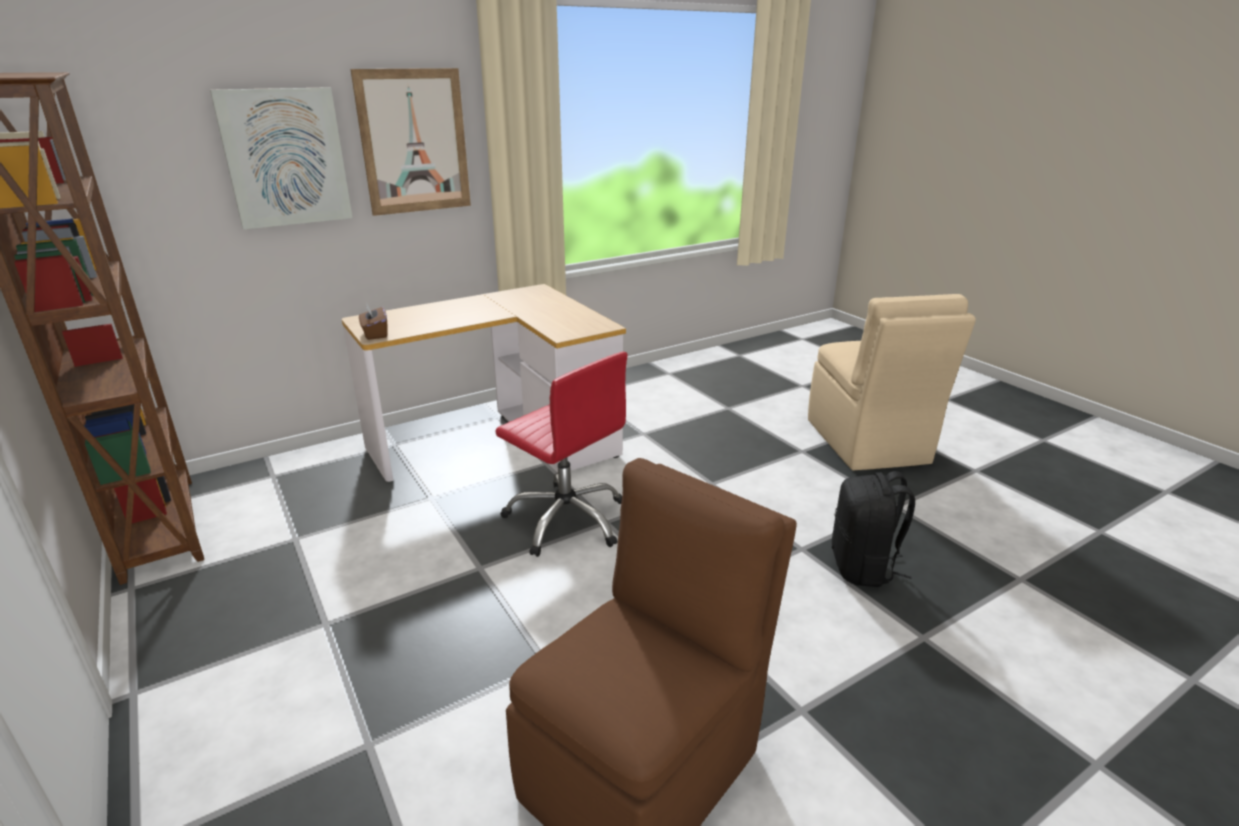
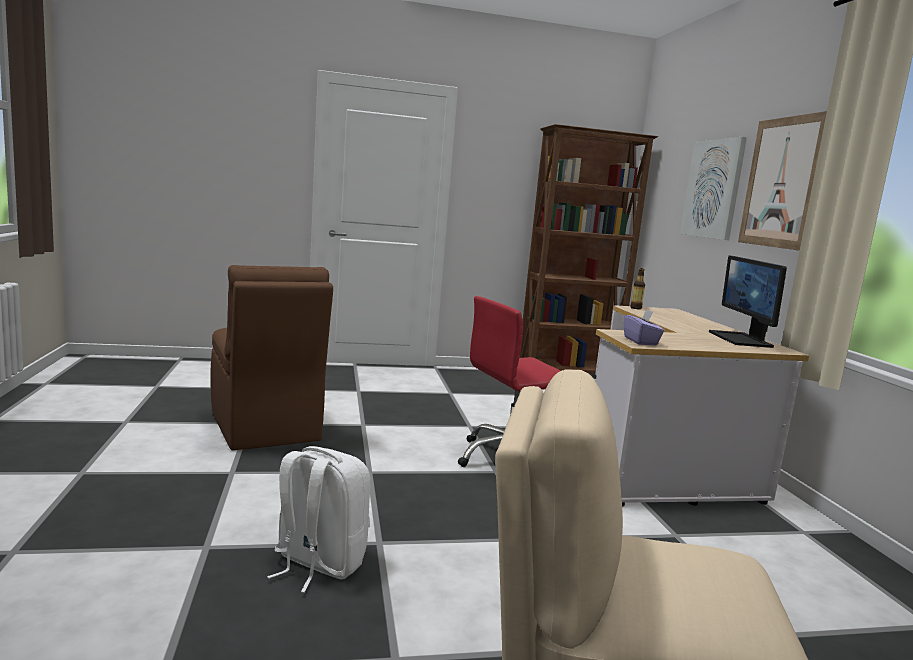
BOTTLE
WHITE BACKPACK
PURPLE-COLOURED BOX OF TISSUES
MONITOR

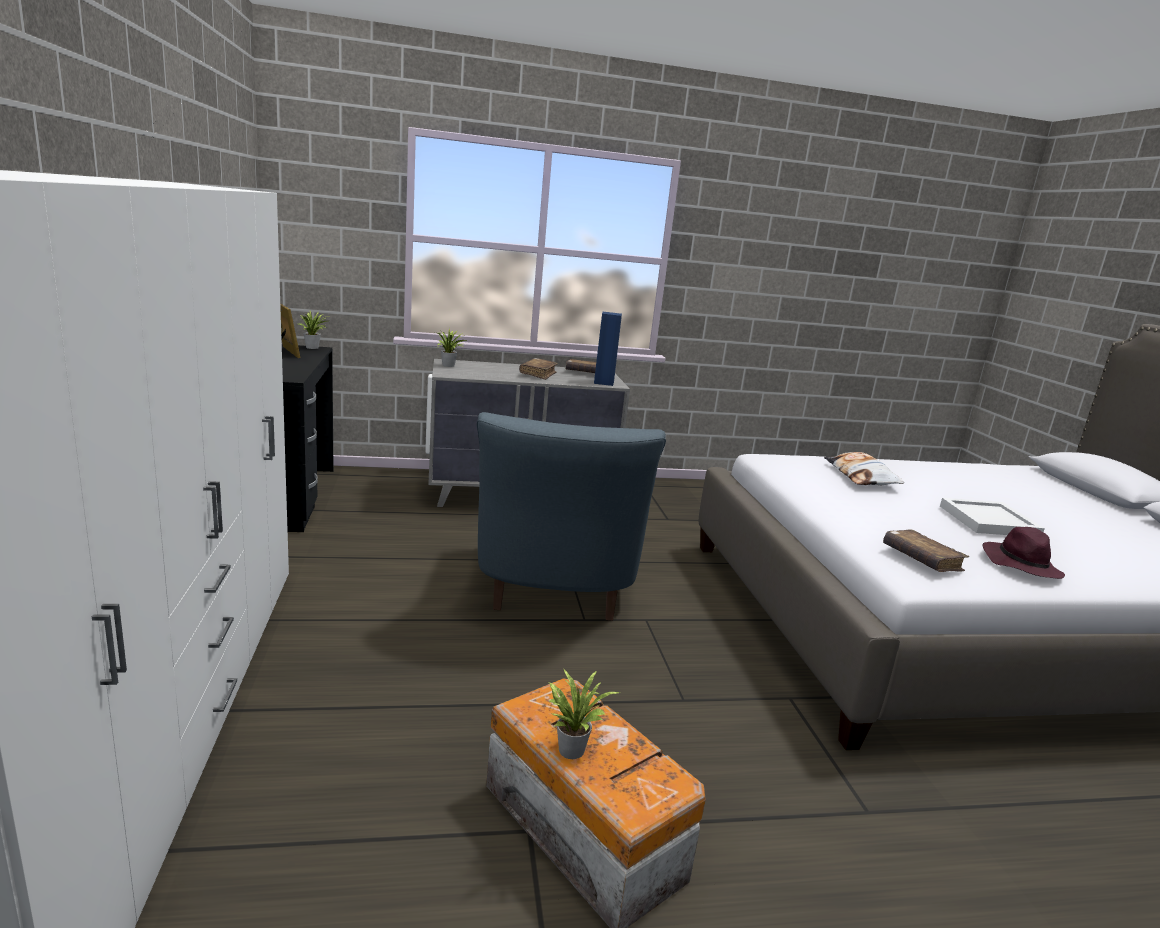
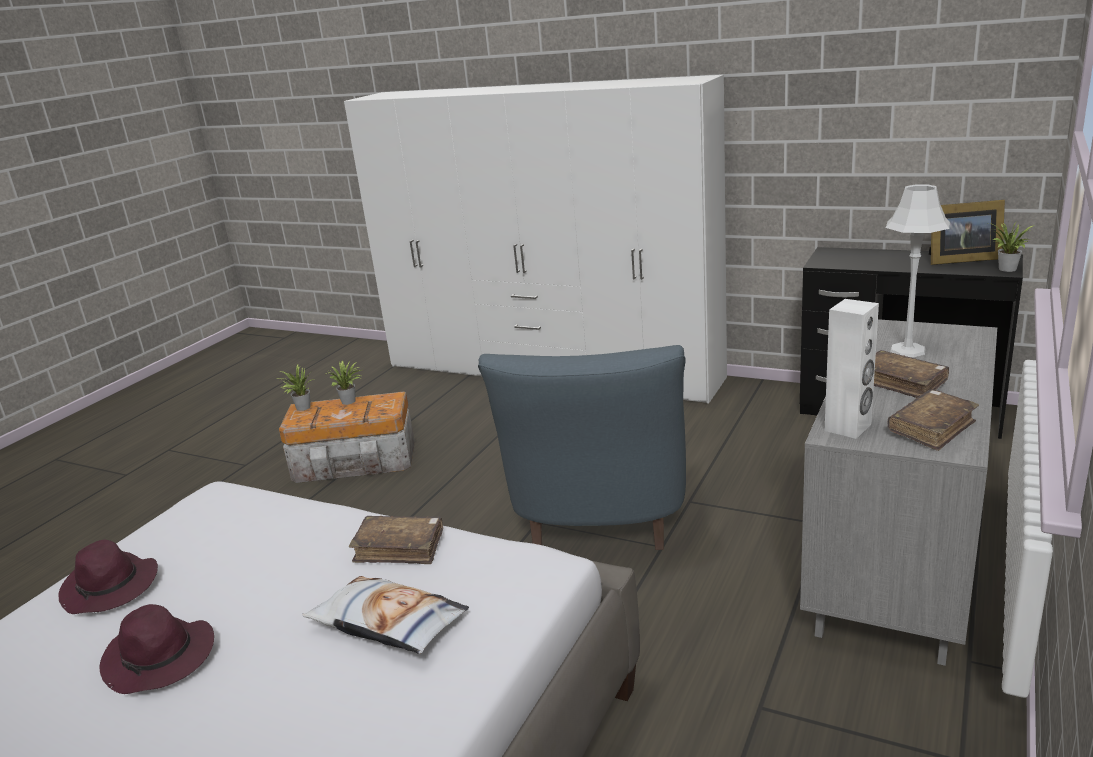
PLANT IN A POT (1st from left)
BLUE ARMCHAIR
WHITE SPEAKER
BROWN BOOK (1st from left)
PURPLE-COLOURED CLOTHING HAT (2nd from left)
GREYISH TABLETOP LAMP

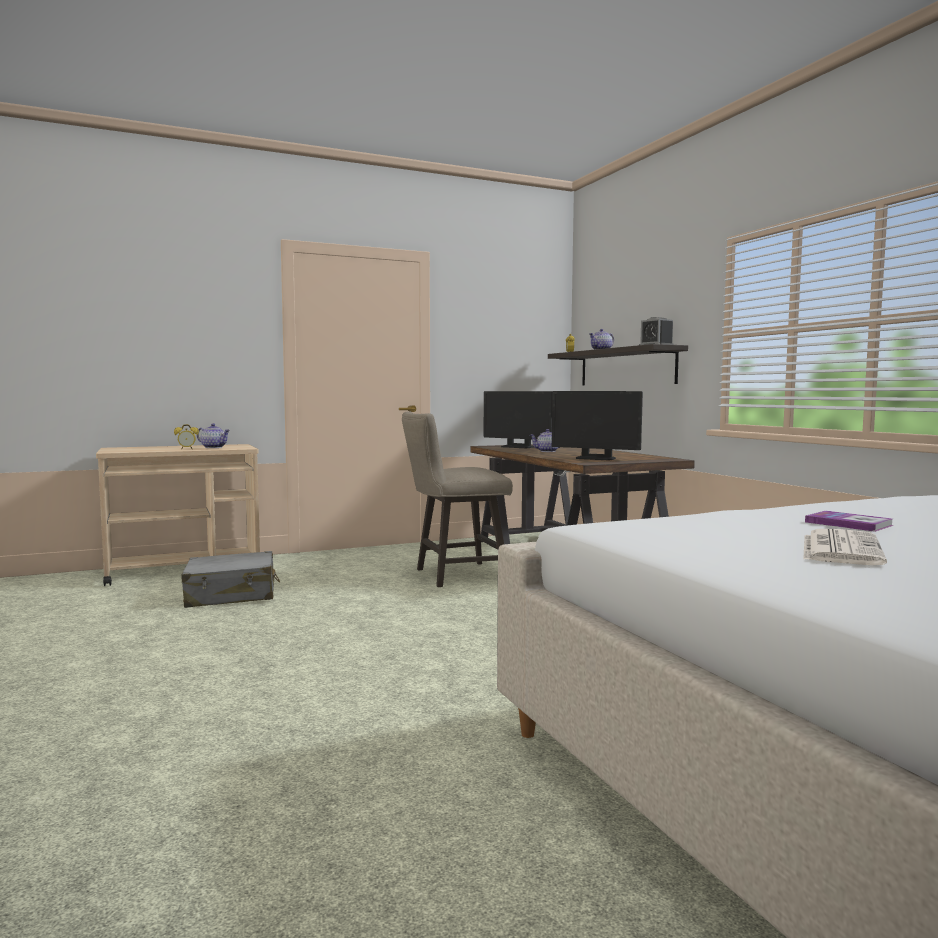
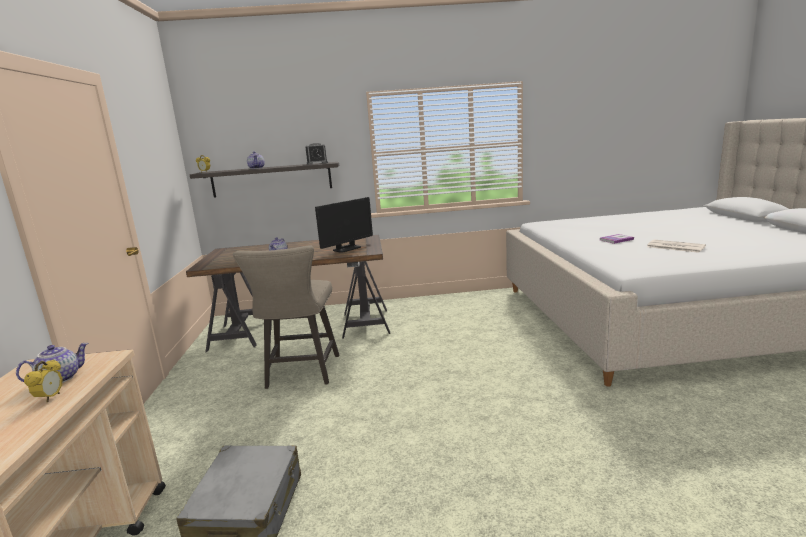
MONITOR (1st from left in the first image)

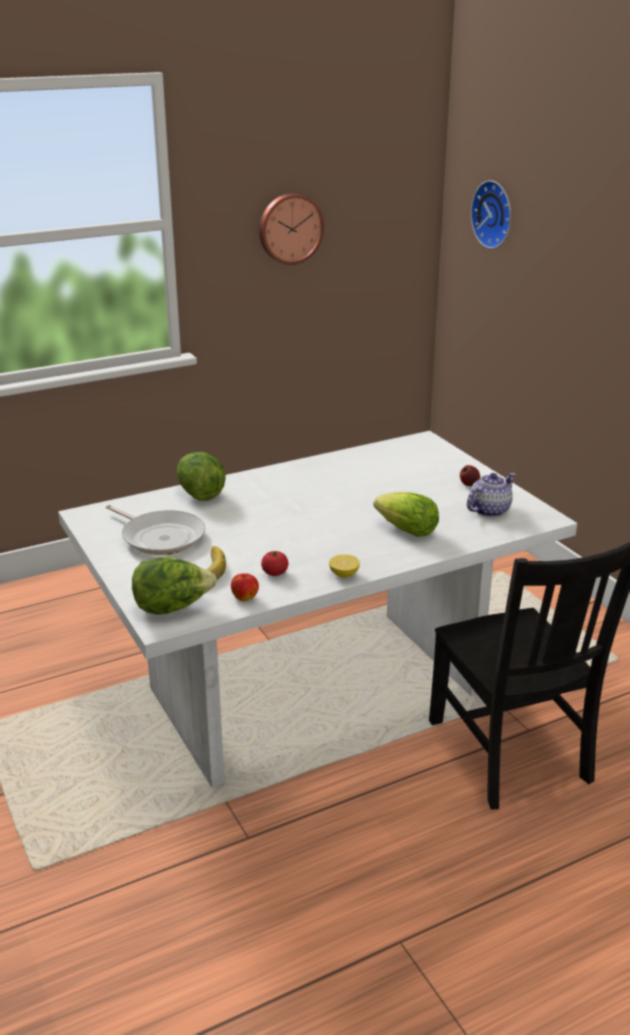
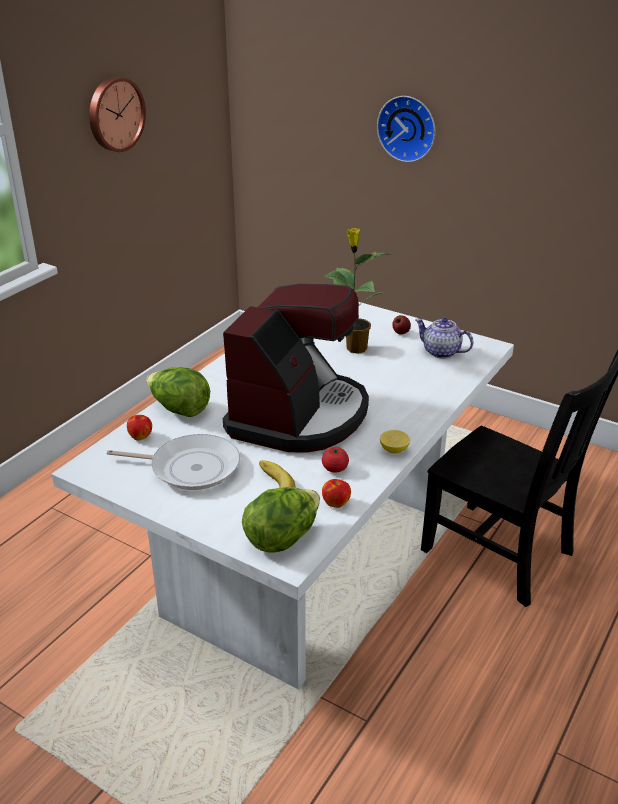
HEAD OF LETTUCE (3rd from left in the first image)
POT FOR TEA
CLOCK ON THE WALL (2nd from left)
APPLE (1st from left)
COFFEE MACHINE
PLANT IN A POT

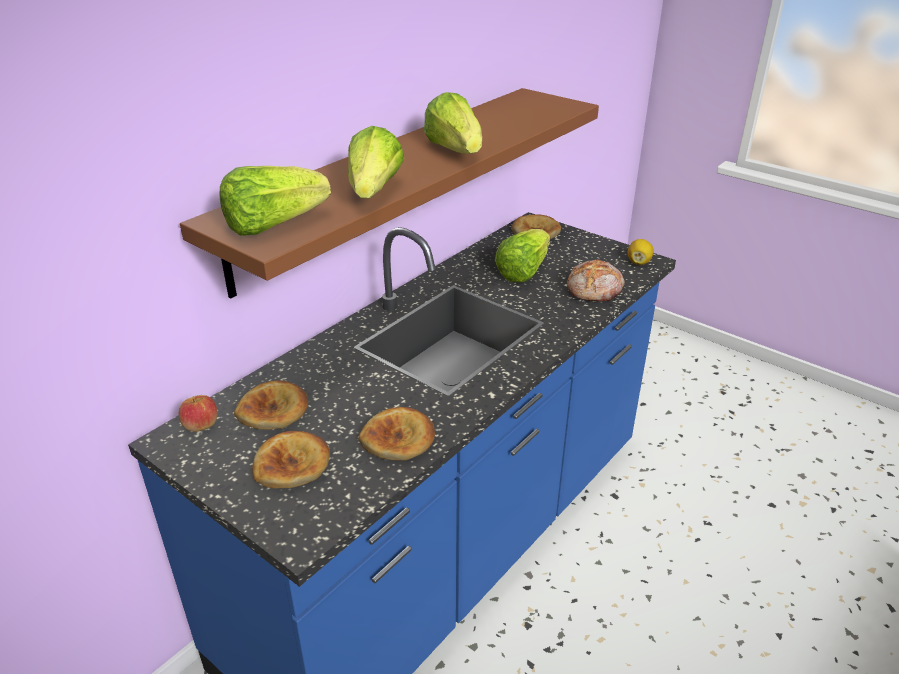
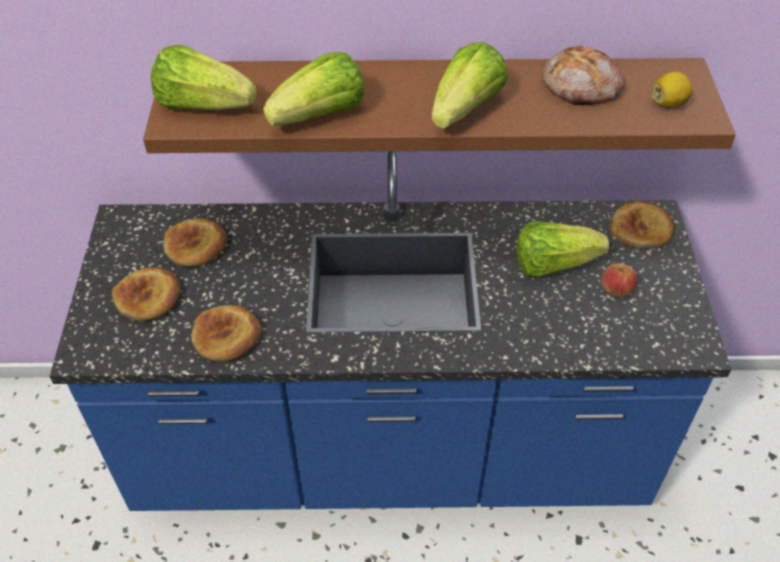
APPLE
BREAD (4th from left)
LEMON

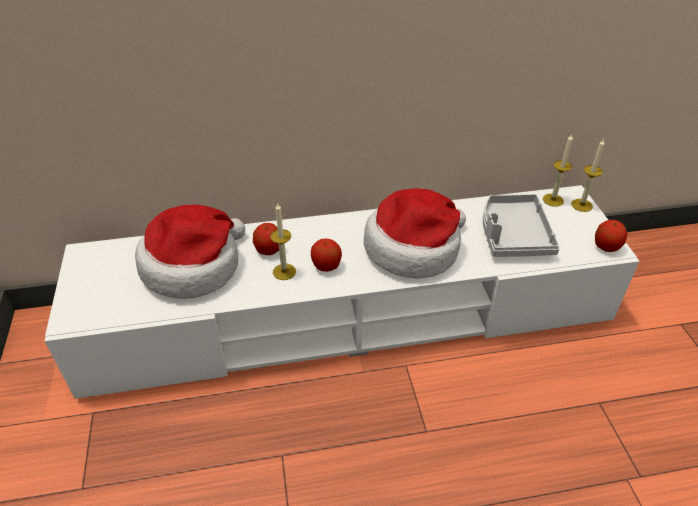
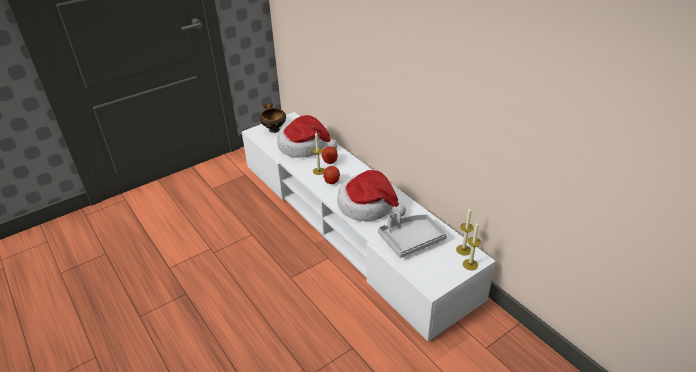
APPLE (3rd from left in the first image)
DEEP DISH

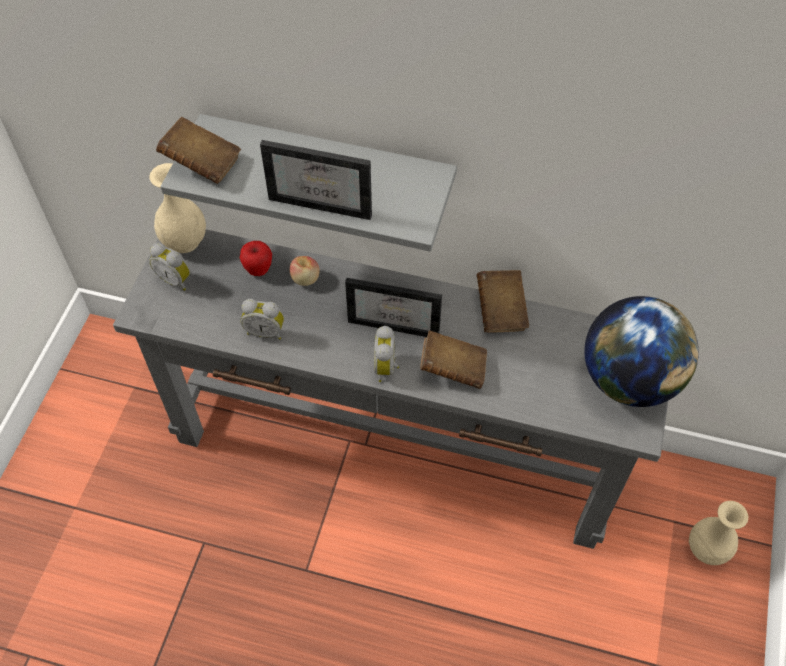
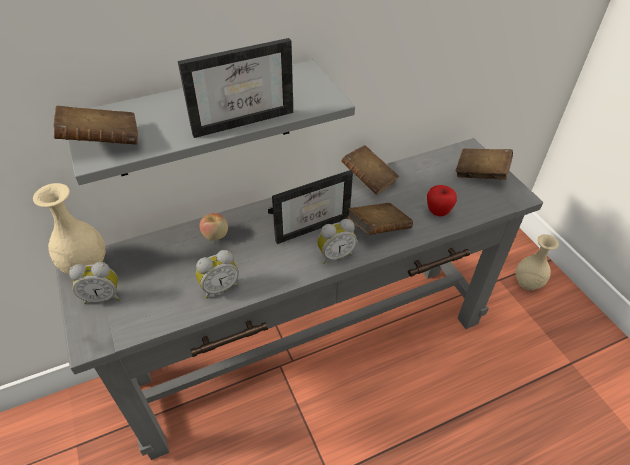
APPLE (2nd from left)
BEDSIDE CLOCK (3rd from left)
BROWN BOOK (4th from left)

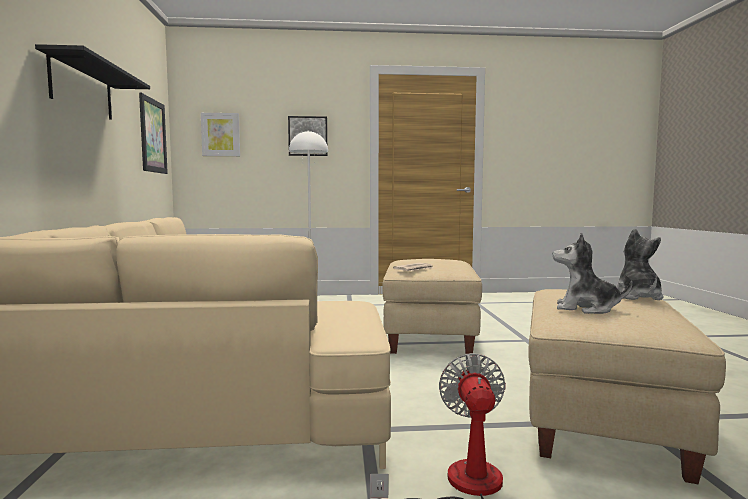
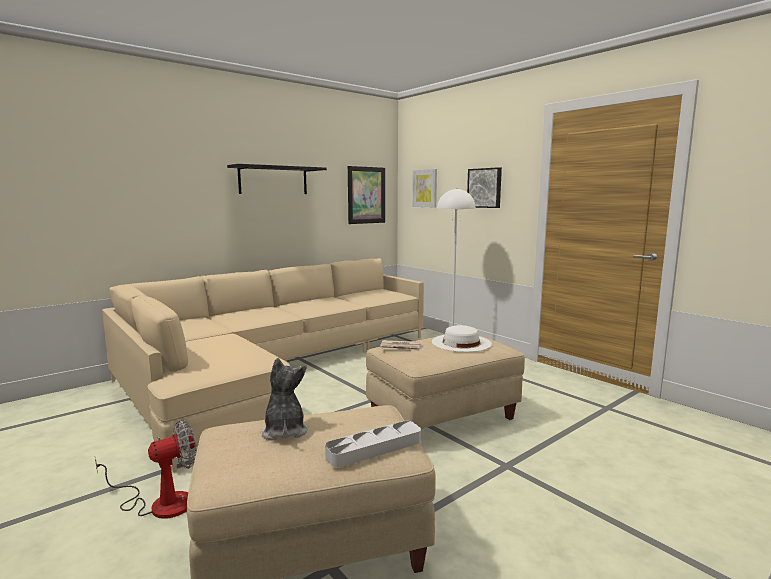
GREYISH SERVING TRAY
WHITE CLOTHING HAT

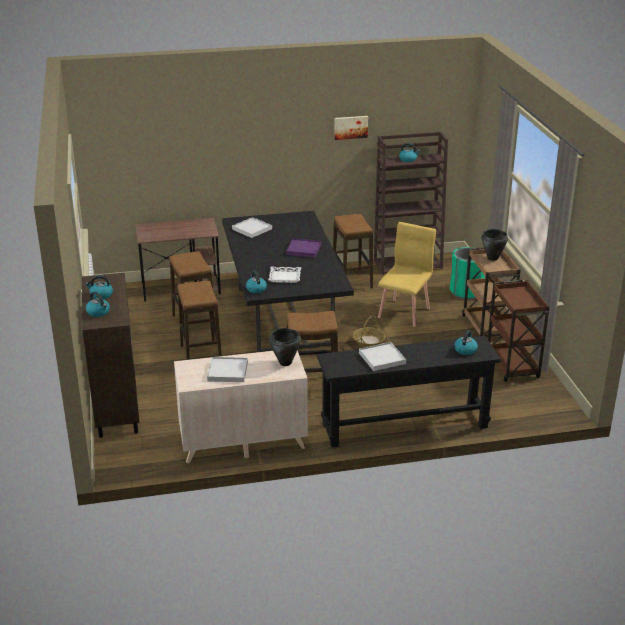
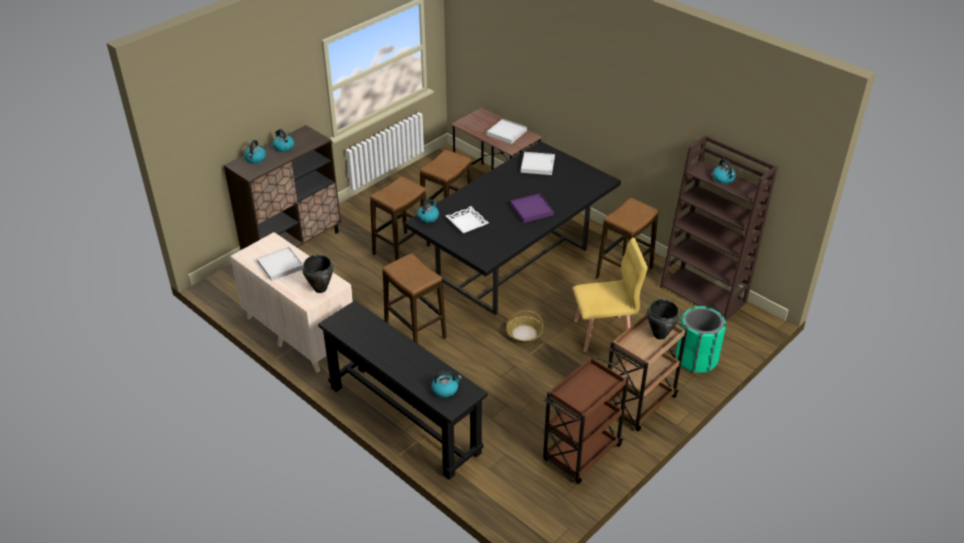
WALL PICTURE
WHITE SERVING TRAY (3rd from left)

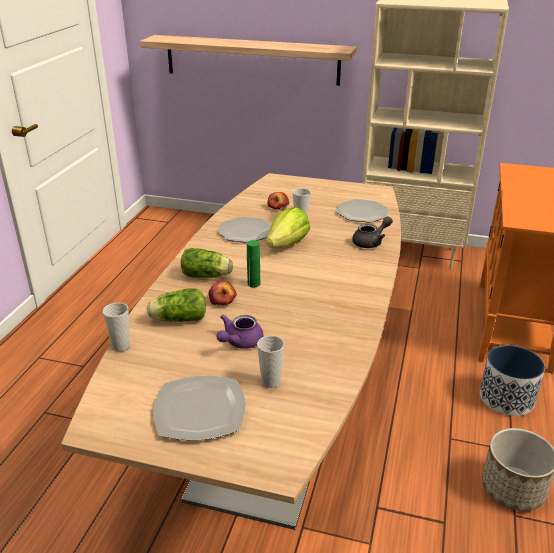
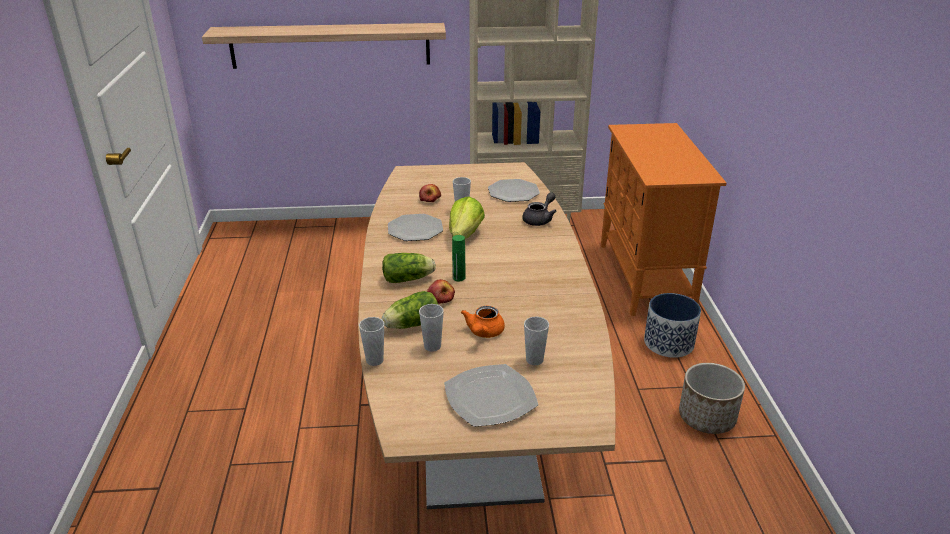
ORANGE-COLOURED POT FOR TEA
DRINKING CUP (2nd from left)

